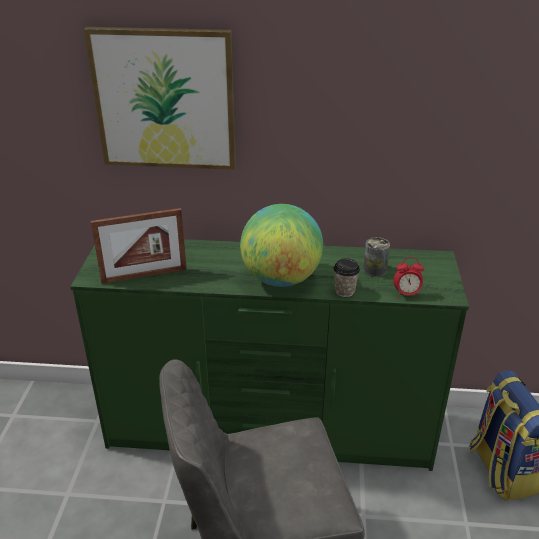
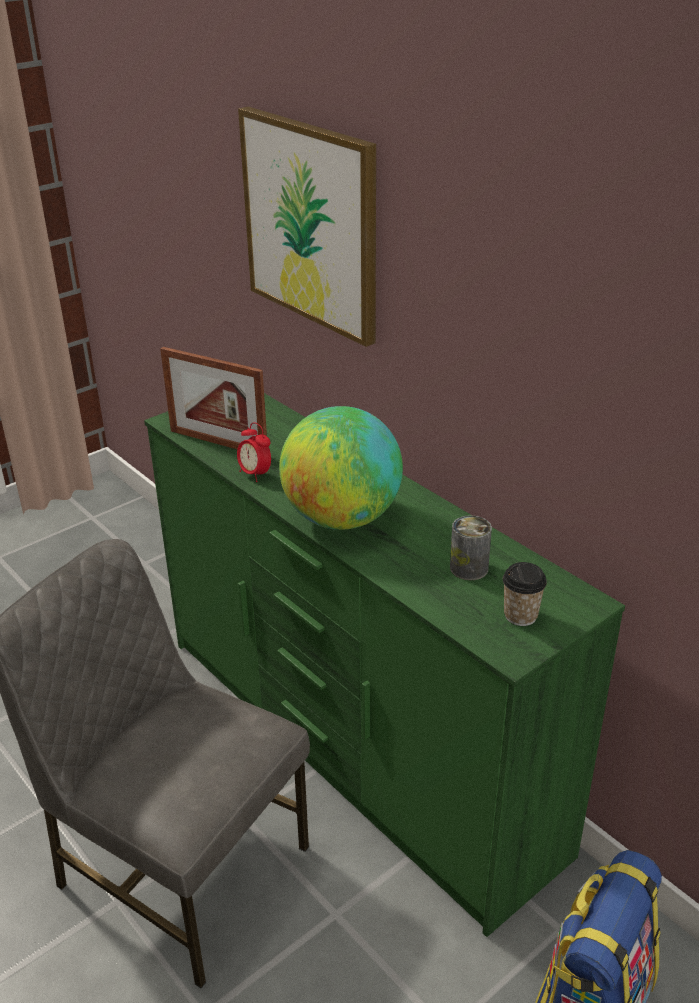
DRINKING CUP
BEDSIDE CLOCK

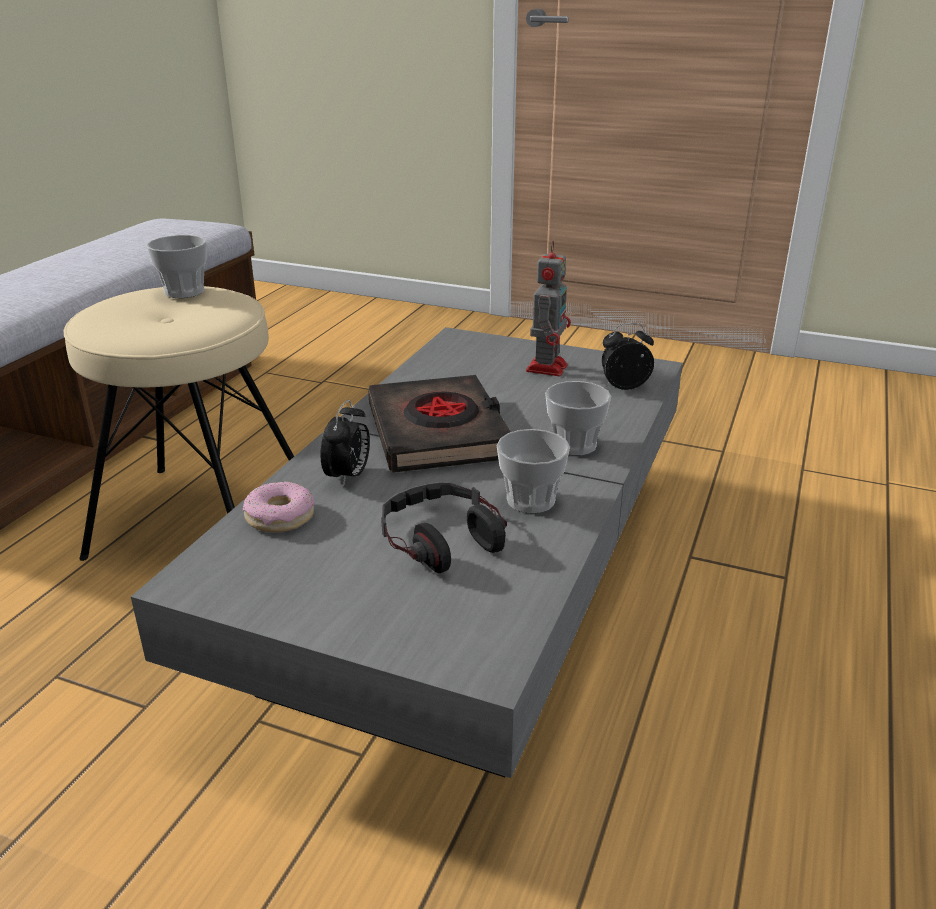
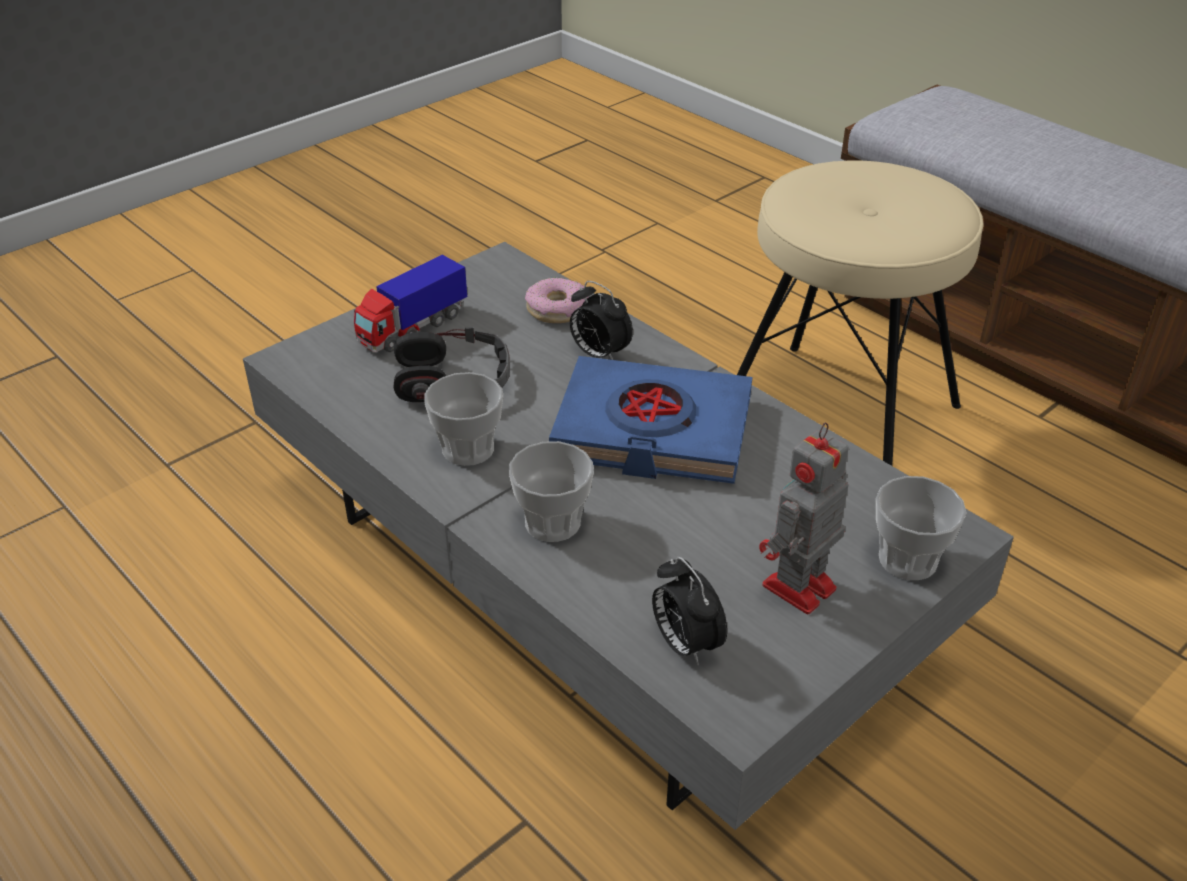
DRINKING CUP (3rd from left)
BLUE BOOK
TOY ROBOT
BEDSIDE CLOCK (2nd from left)
MODEL TRUCK

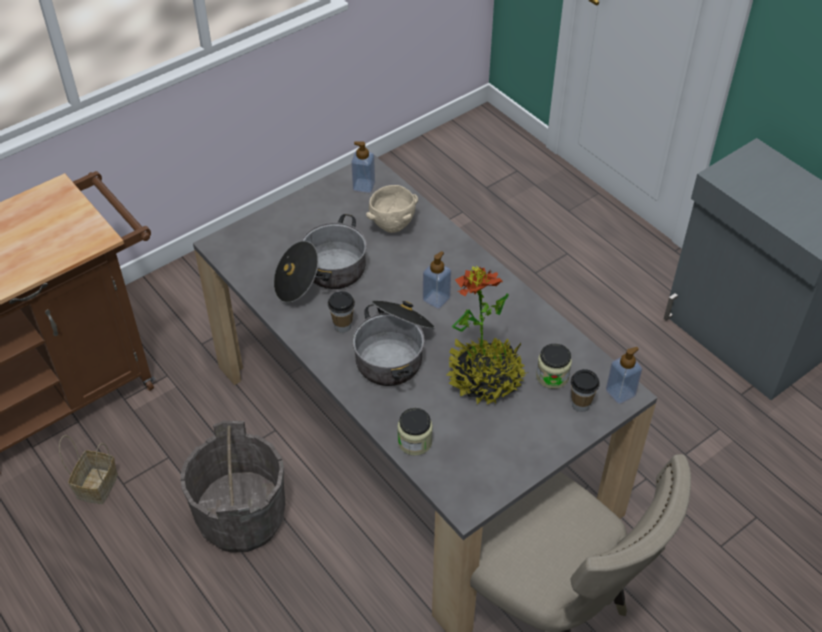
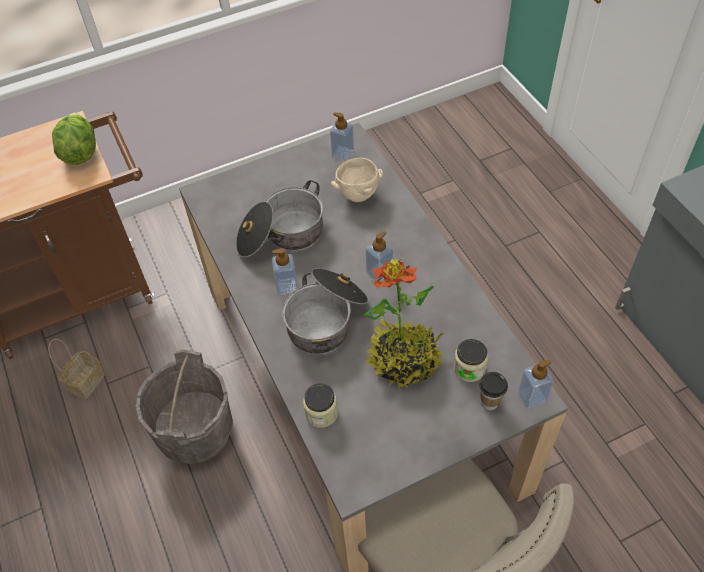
SOAP DISPENSER (1st from left)
HEAD OF LETTUCE

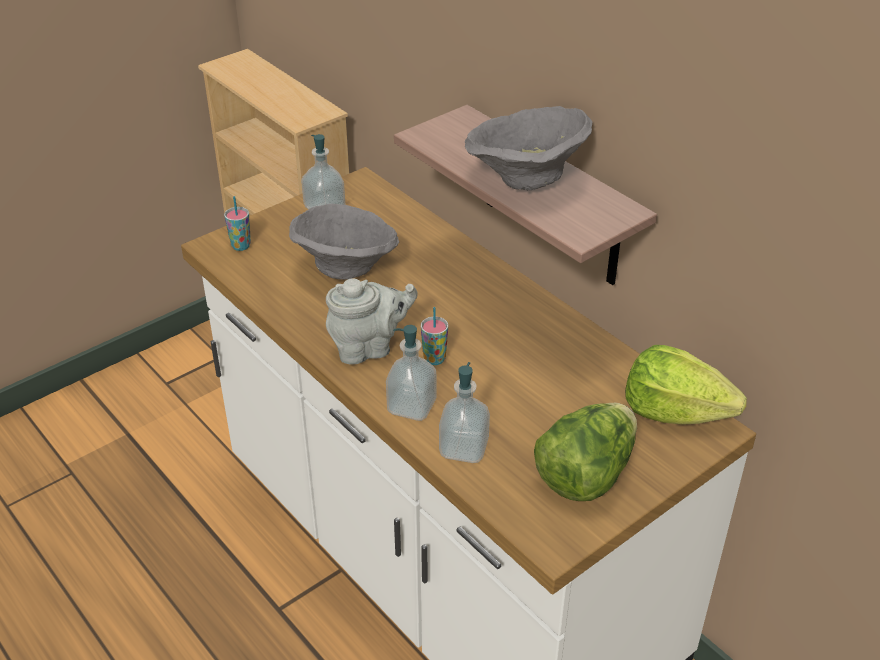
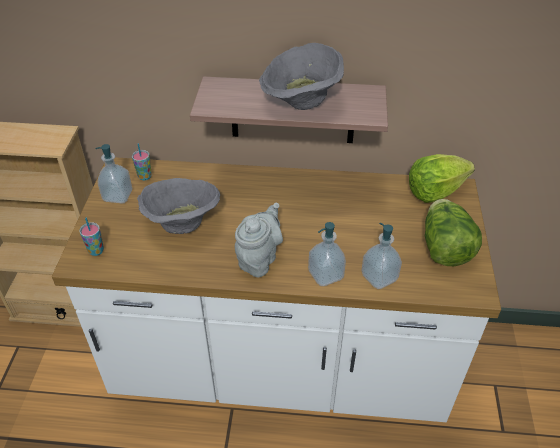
DRINKING CUP (2nd from left)

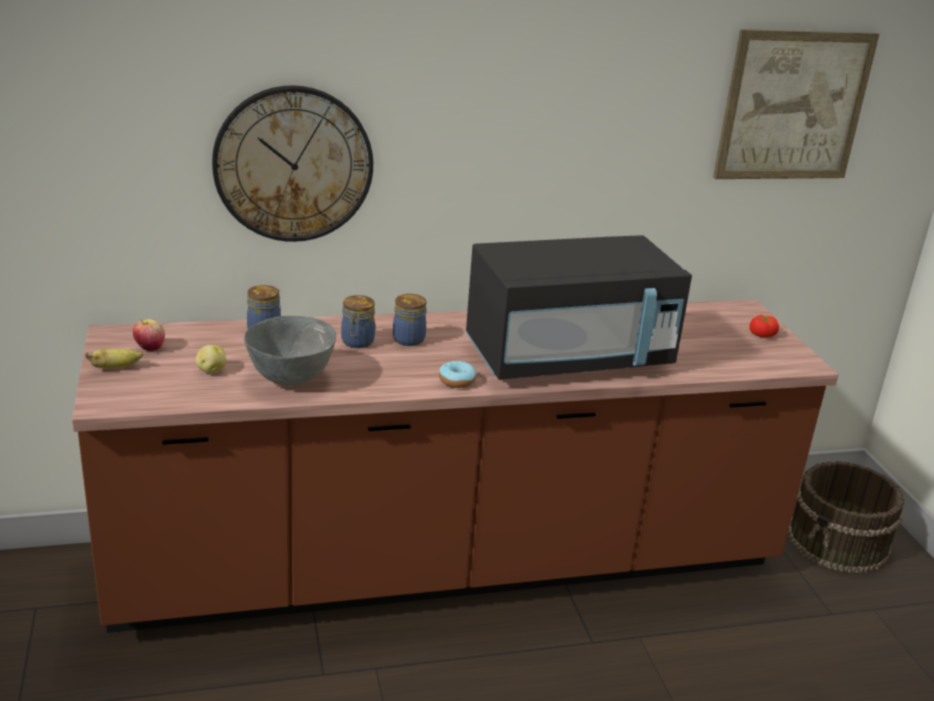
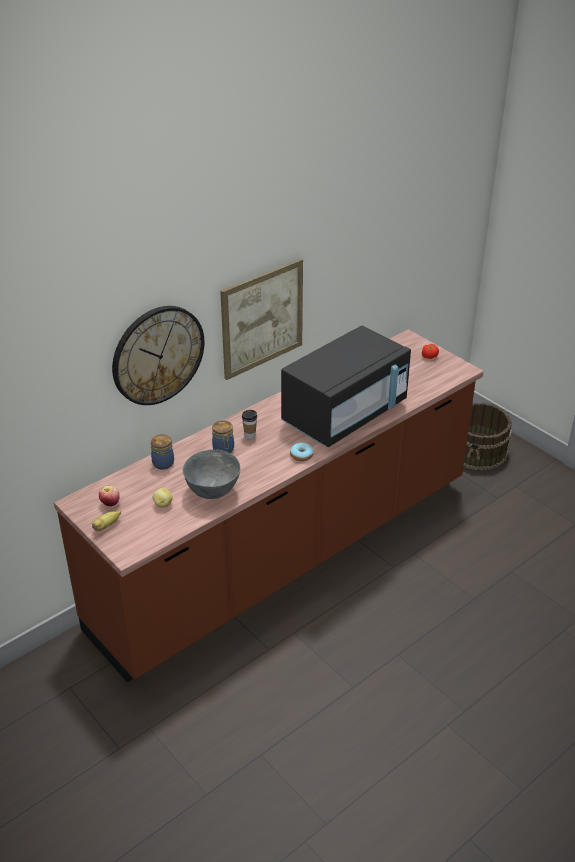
DRINKING CUP
WALL PICTURE

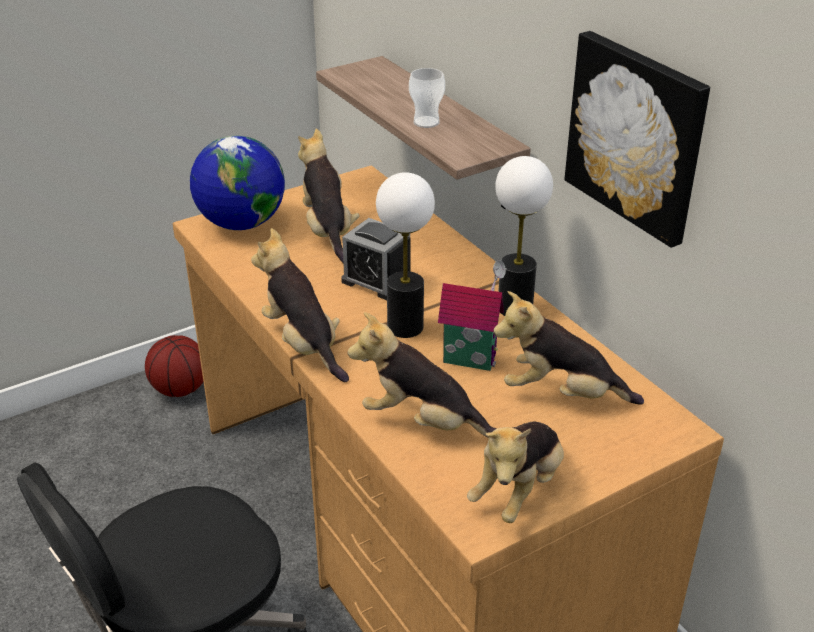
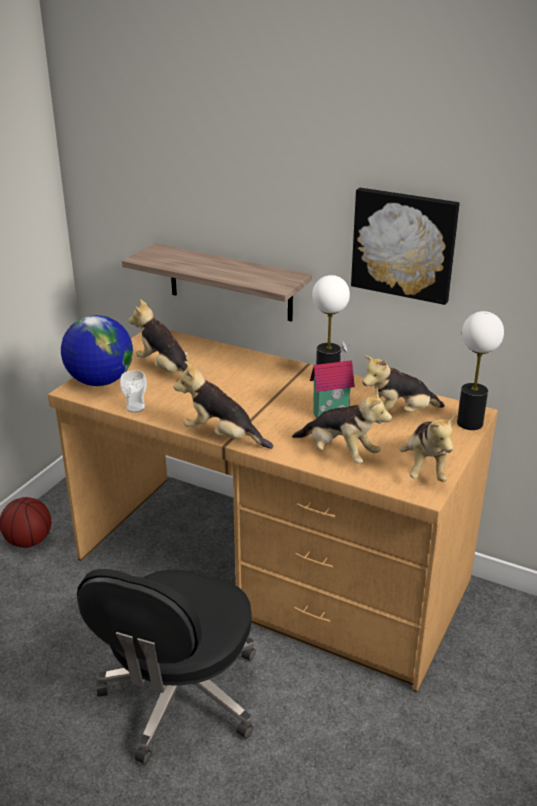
BEDSIDE CLOCK
PLUSH TOY (3rd from left)
TABLETOP LAMP (2nd from left)
DRINKING CUP

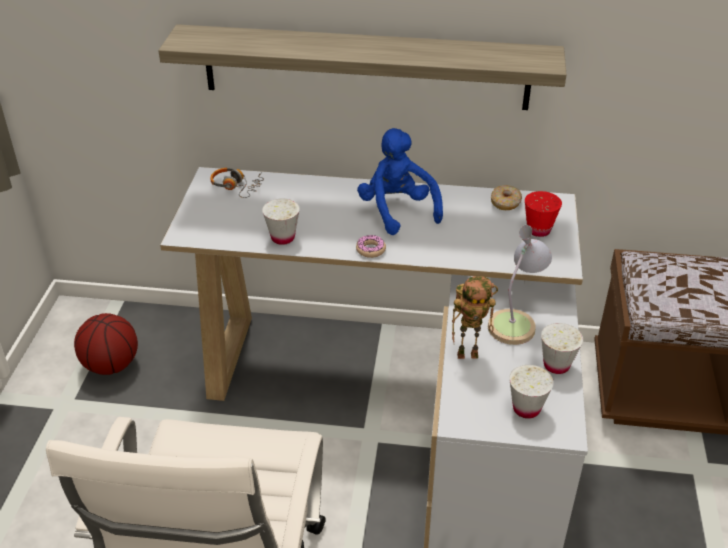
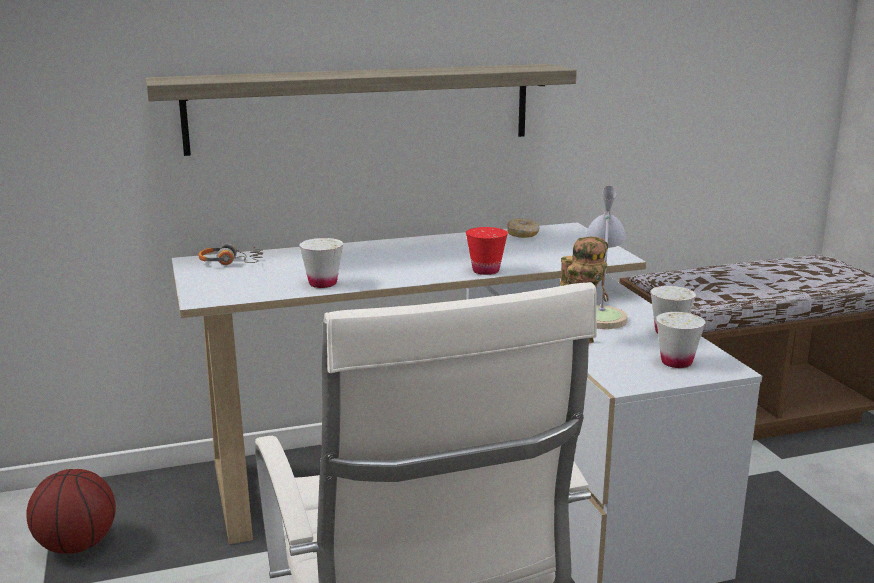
DOUGHNUT (1st from left in the first image)
BLUE PLUSH TOY
RED-COLOURED DRINKING CUP

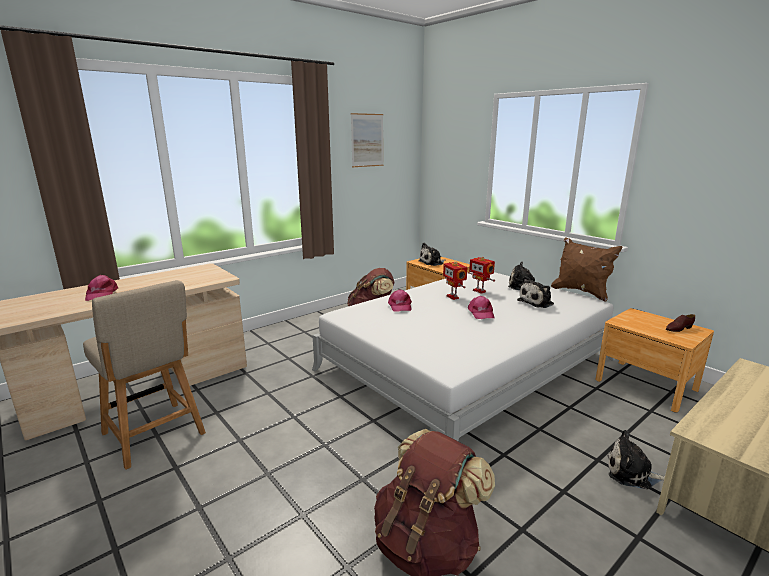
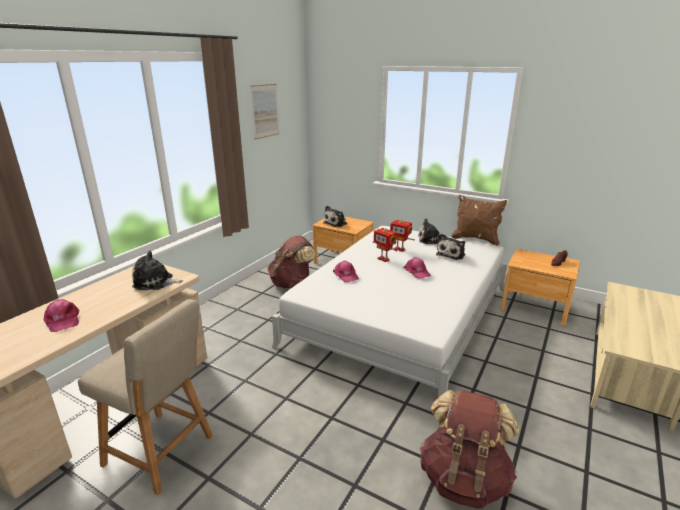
PLUSH TOY (1st from left)

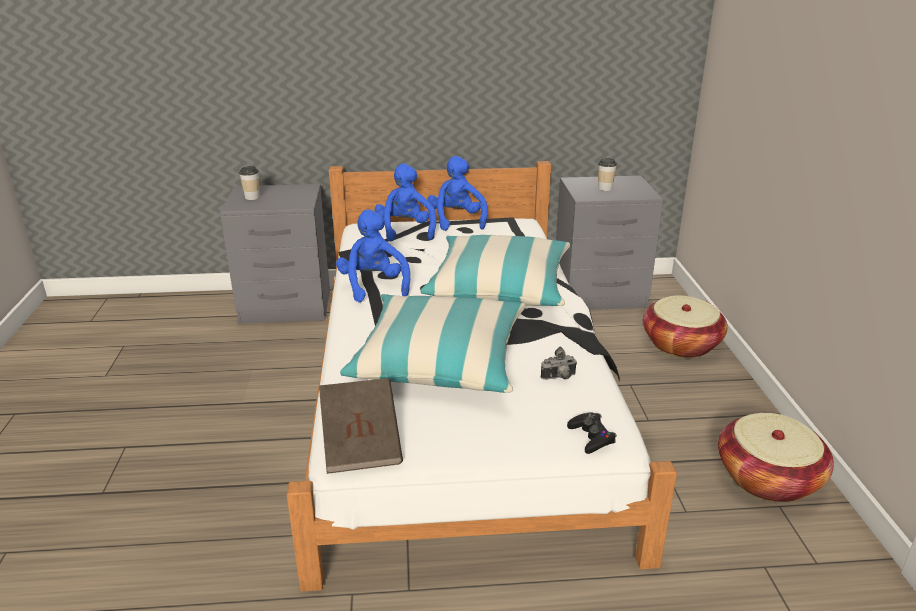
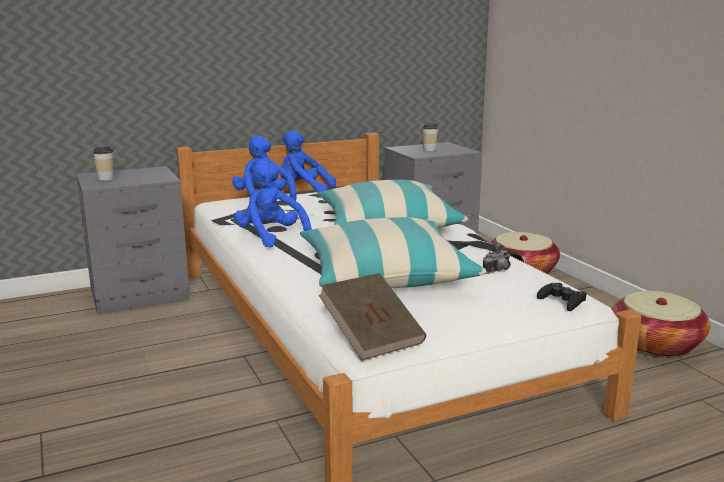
BLUE PLUSH TOY (3rd from left)

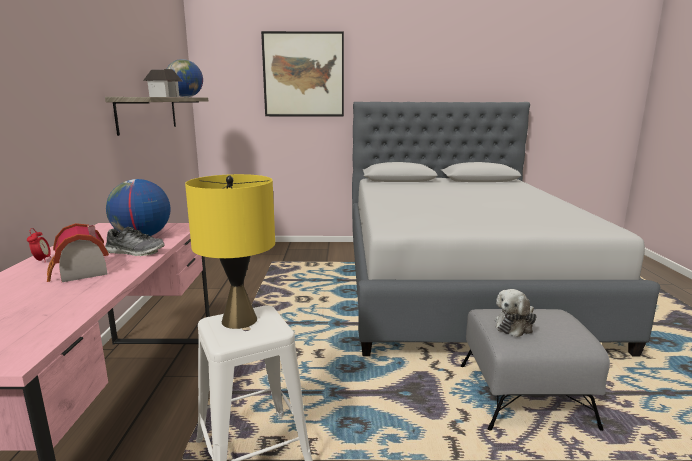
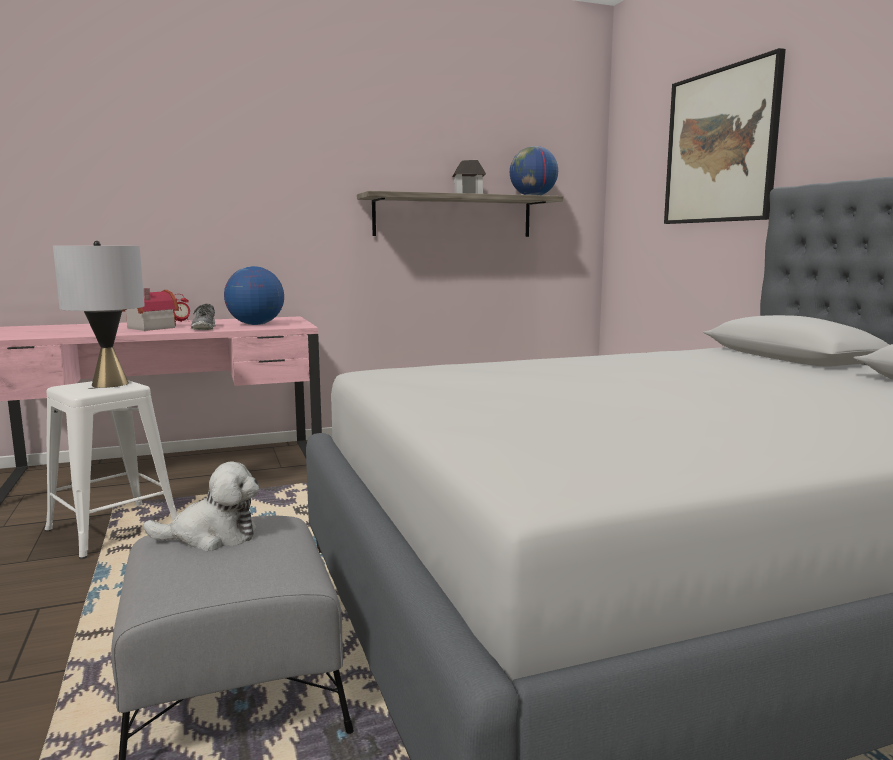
GREYISH TABLETOP LAMP
PLUSH TOY

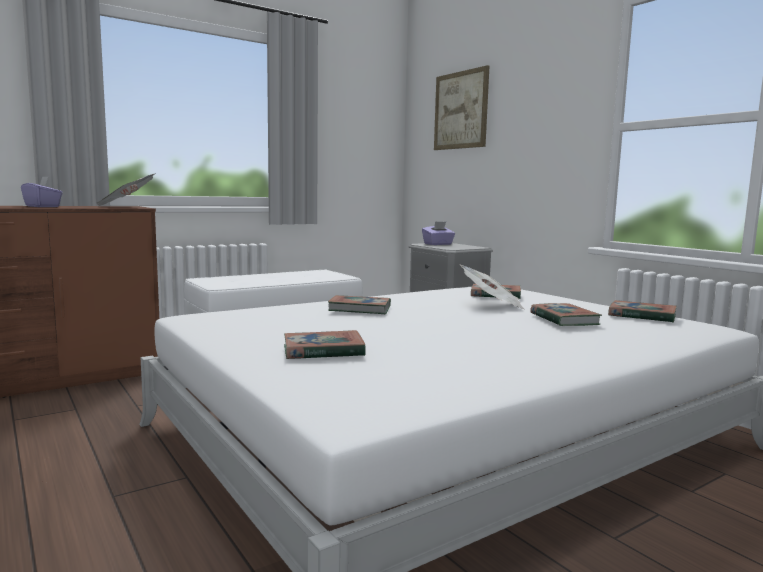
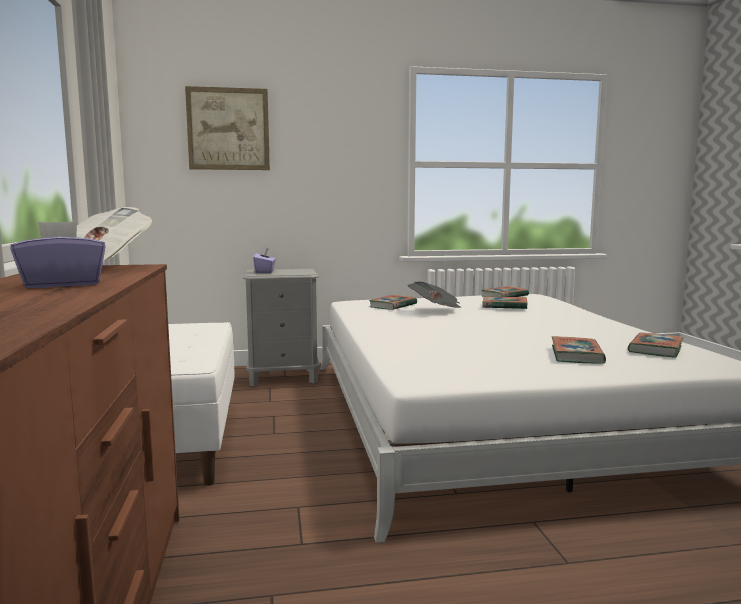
BOOK (5th from left)

